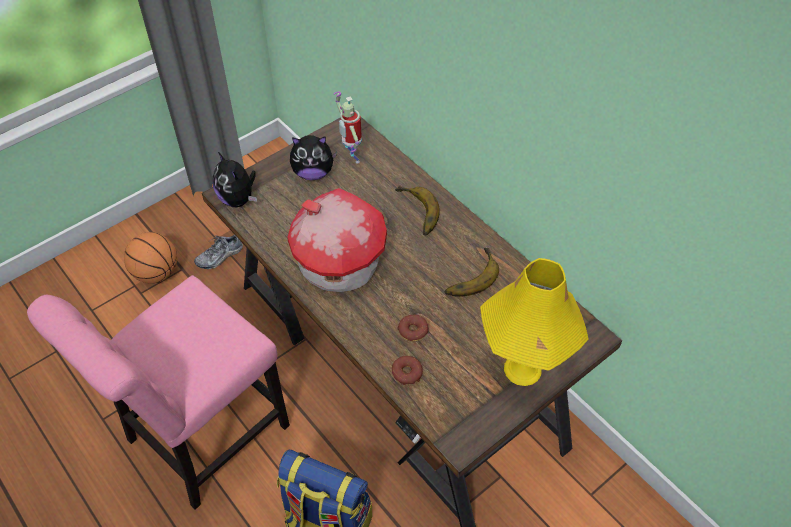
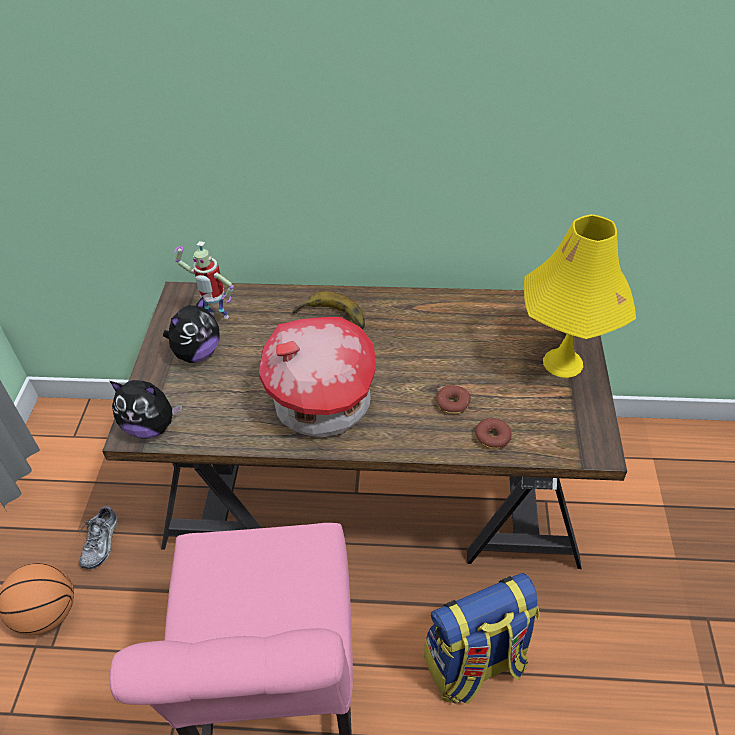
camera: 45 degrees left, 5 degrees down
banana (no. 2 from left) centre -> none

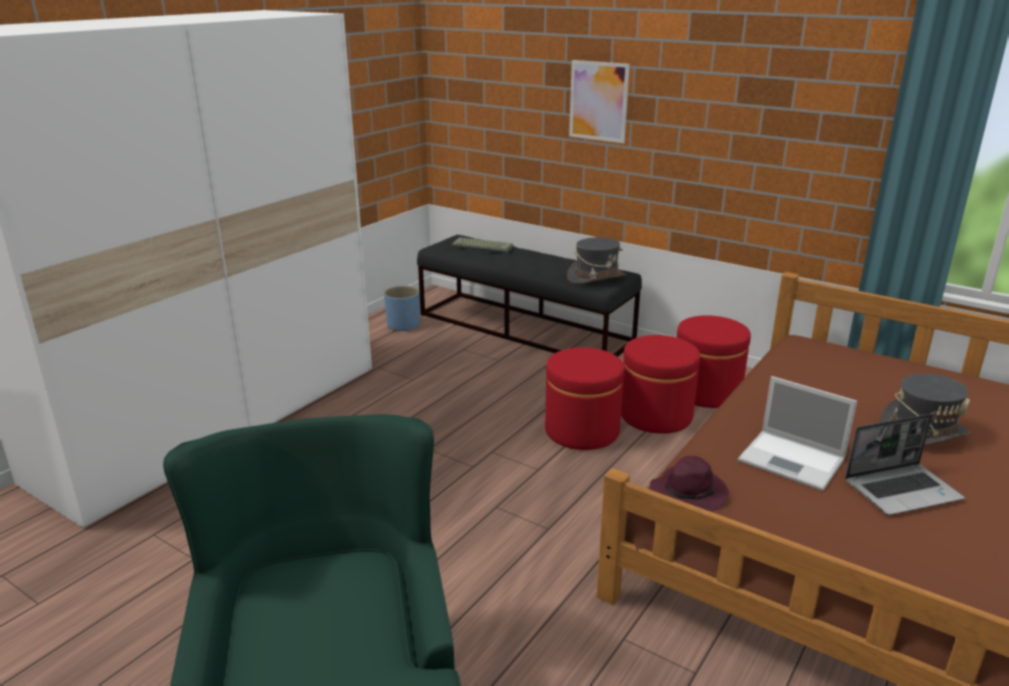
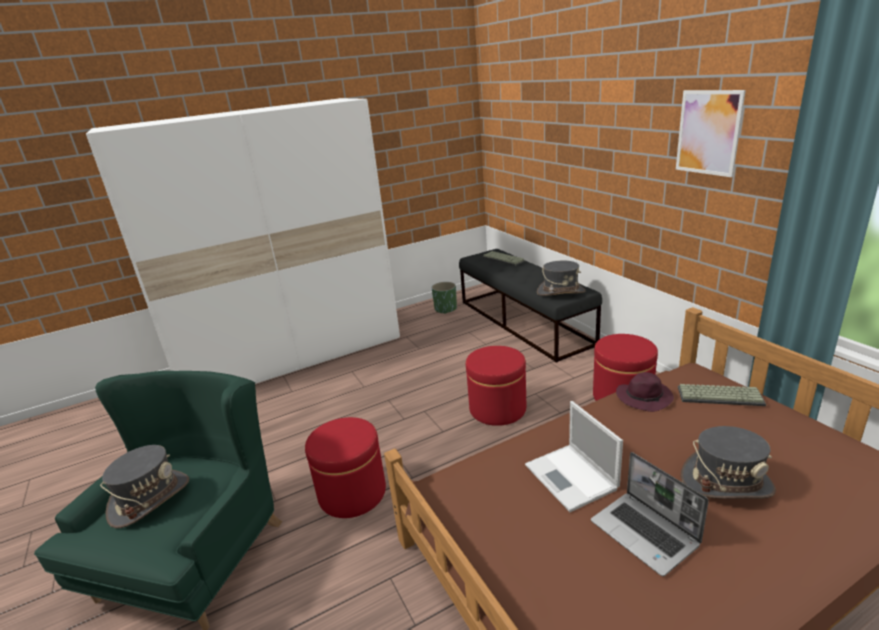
camera: 30 degrees right, 0 degrees up
none -> greyish hat (no. 1 from left) bottom left
red-coloured ottoman (no. 2 from left in the first image) centre -> red-coloured ottoman (no. 1 from left) bottom centre, relocated
blue-coloured flower pot centre -> green-coloured flower pot centre
laptop (no. 2 from left) bottom right, 45 degrees clockwise
purple-coloured hat bottom right -> purple-coloured hat middle right, relocated
picture top centre -> picture top right, relocated
none -> computer keyboard (no. 2 from left) middle right

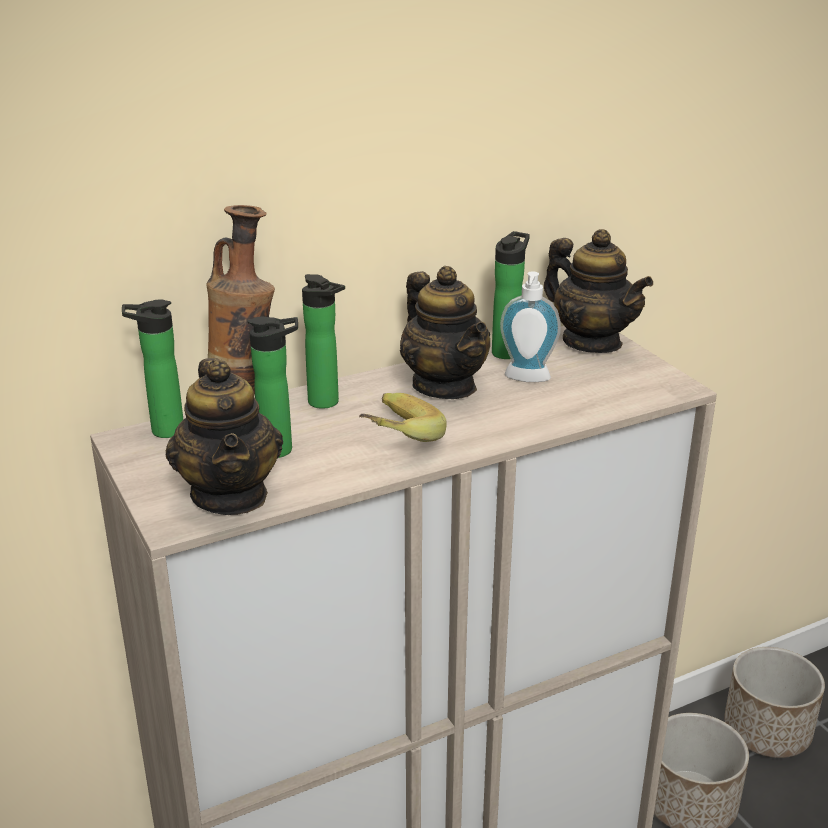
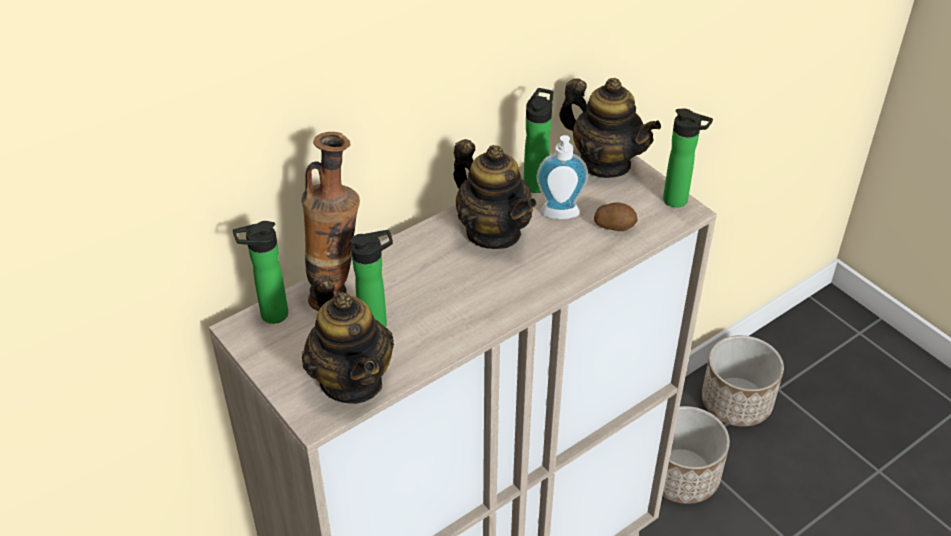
camera: 10 degrees left, 15 degrees up
none -> spud centre
drink bottle (no. 3 from left in the first image) centre -> drink bottle (no. 4 from left) top right, relocated
banana centre -> none

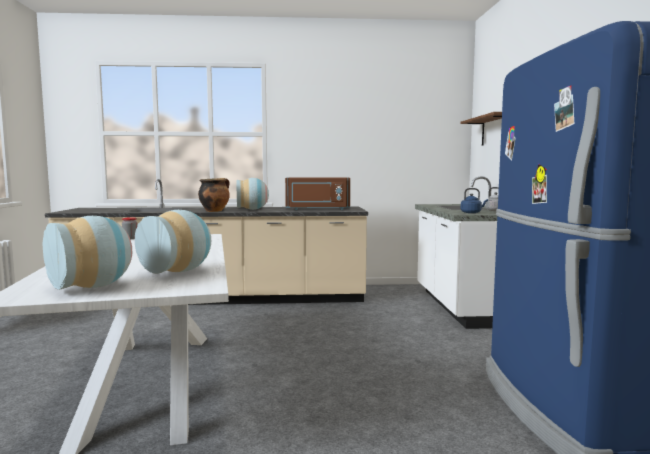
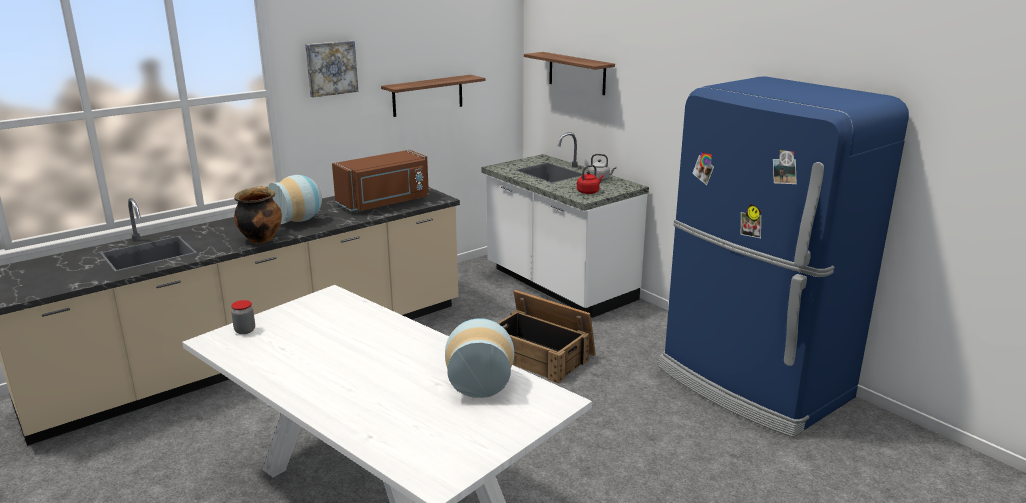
camera: 35 degrees left, 15 degrees up
none -> picture top left
none -> shelf (no. 1 from left) top centre
none -> packing crate bottom centre
blue-coloured tea kettle middle right -> red-coloured tea kettle centre
flower vase (no. 1 from left) middle left -> none

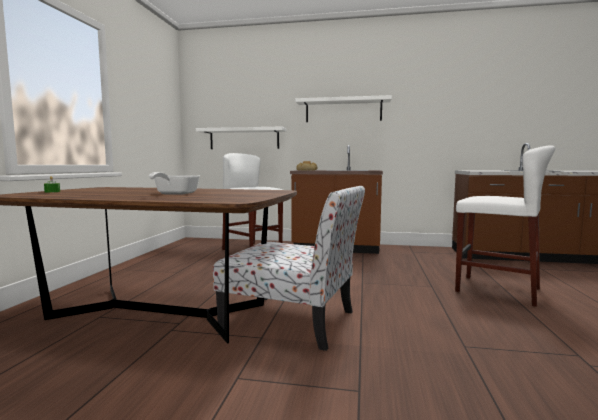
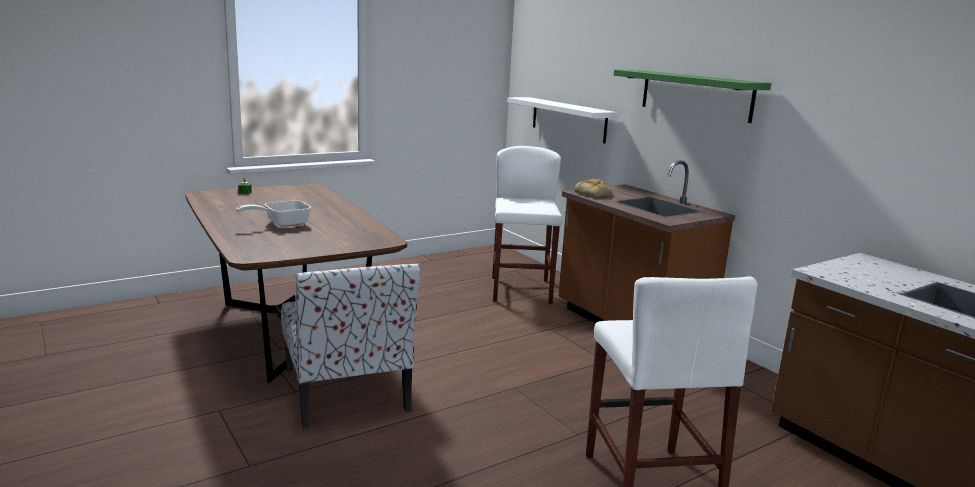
camera: 45 degrees right, 10 degrees up
white-coloured shelf (no. 2 from left) top centre -> green-coloured shelf top right

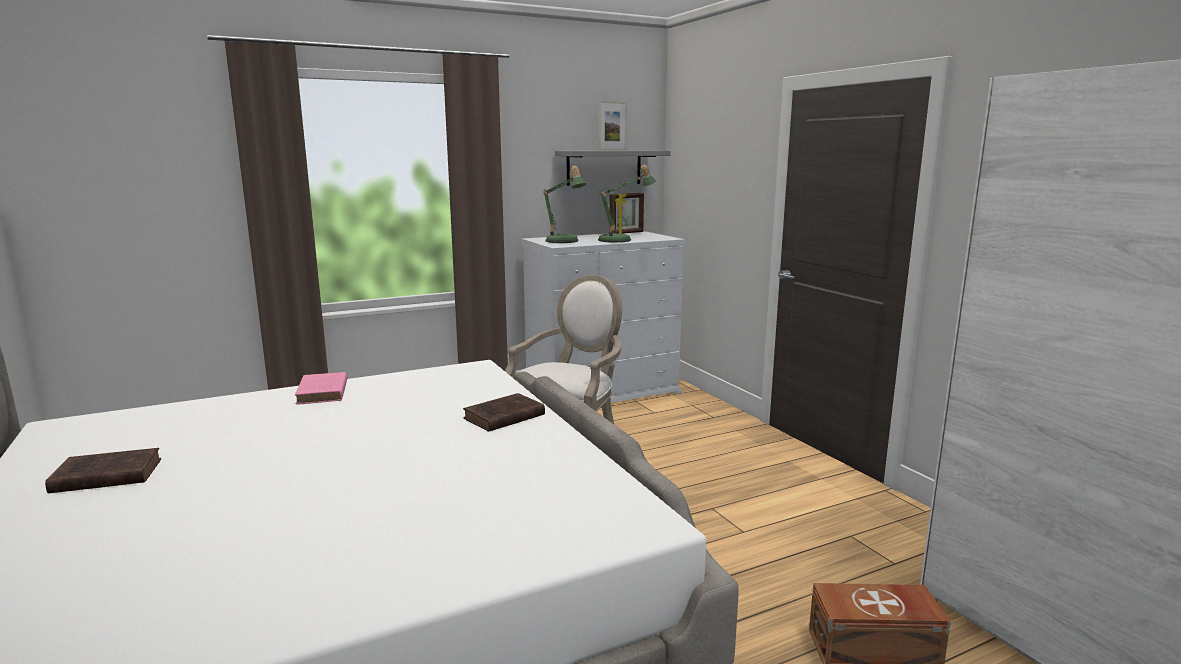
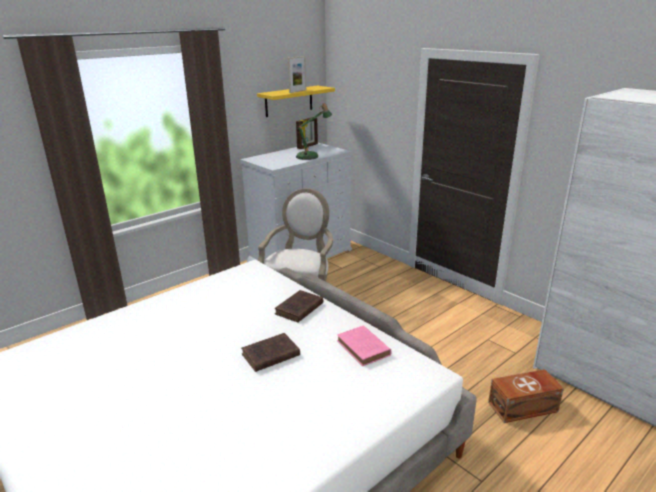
camera: 15 degrees left, 10 degrees up
brownish book (no. 1 from left) bottom left -> brownish book (no. 1 from left) bottom centre, relocated
greyish shelf top centre -> yellow-coloured shelf top centre
pink-coloured book middle left -> pink-coloured book bottom centre, relocated
lamp for a table (no. 1 from left) top centre -> none

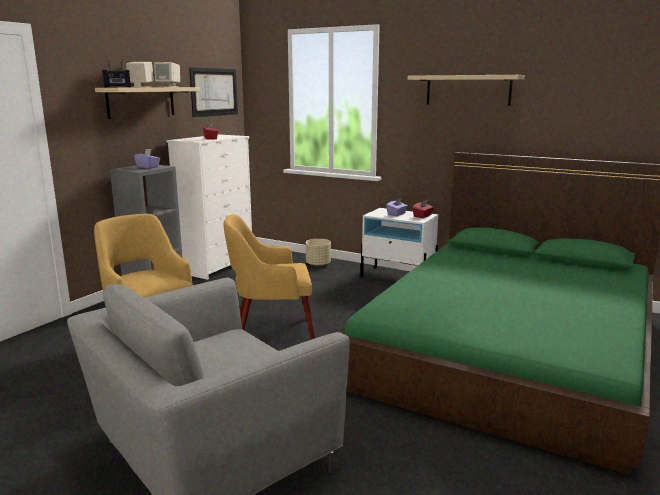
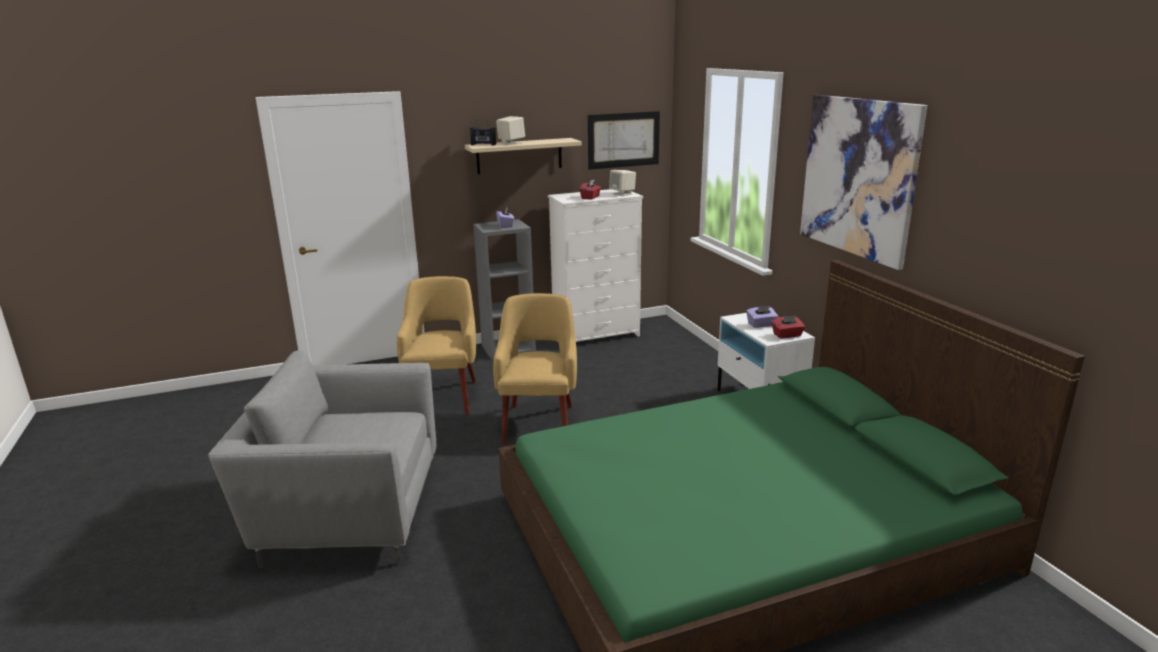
camera: 40 degrees right, 5 degrees up
yellow-coloured lounge chair (no. 2 from left) centre, 60 degrees clockwise
beige-coloured speaker (no. 2 from left) top left -> beige-coloured speaker (no. 2 from left) top centre, relocated
beige-coloured shelf (no. 2 from left) top right -> picture (no. 2 from left) top right
beige-coloured flower pot centre -> none

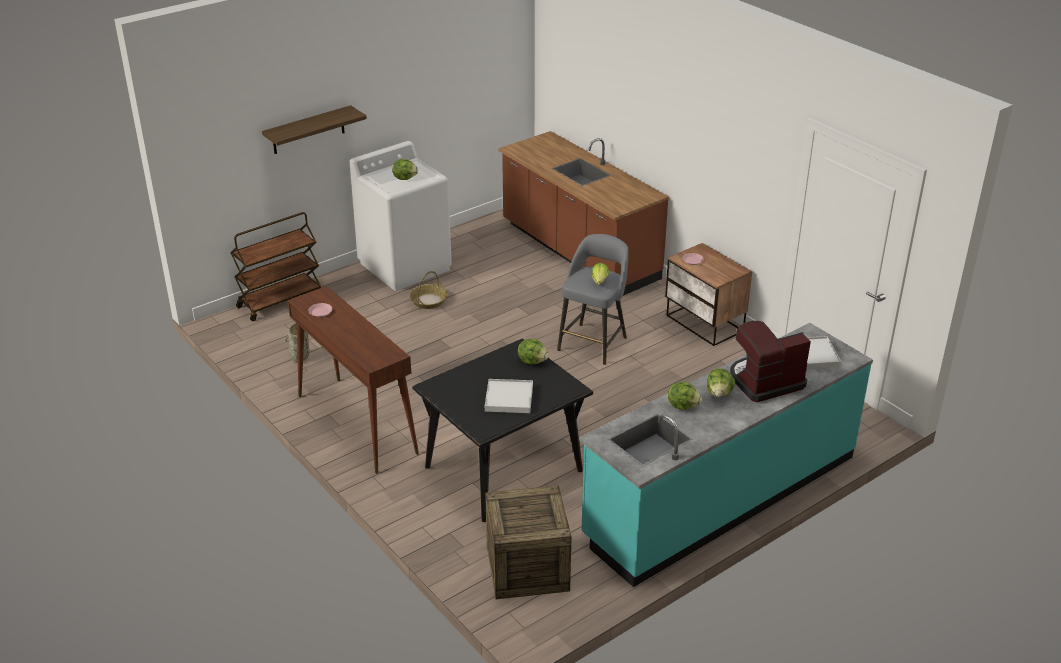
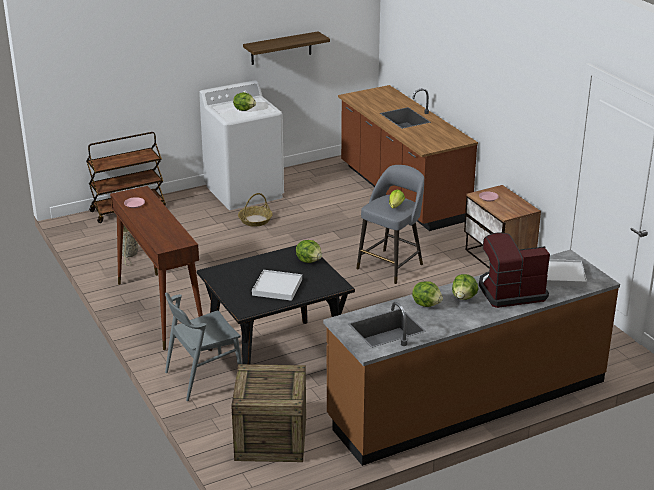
camera: 10 degrees right, 5 degrees down
none -> greyish chair bottom left
shelf top left -> shelf top centre, relocated
turquoise-coloured kitchen base unit bottom right -> brownish kitchen base unit (no. 2 from left) bottom right

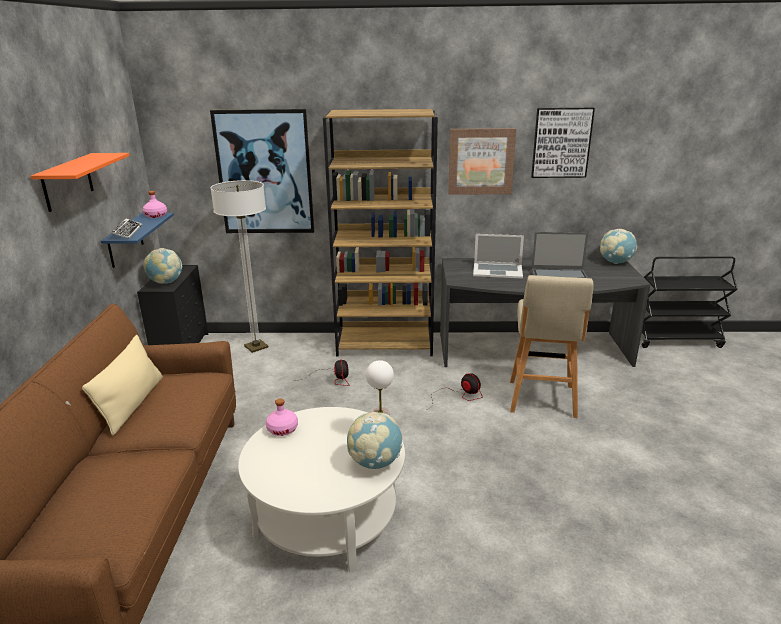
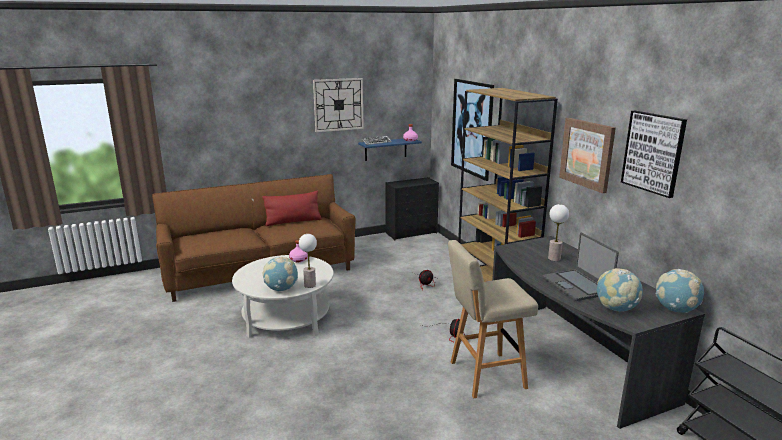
camera: 65 degrees right, 5 degrees down
beige-coloured throw pillow middle left -> red-coloured throw pillow centre
orangey shelf top left -> wall clock top centre
laptop (no. 1 from left) centre -> lamp for a table (no. 2 from left) middle right
world globe (no. 1 from left in the first image) middle left -> world globe (no. 2 from left) middle right, relocated
floor lamp middle left -> none

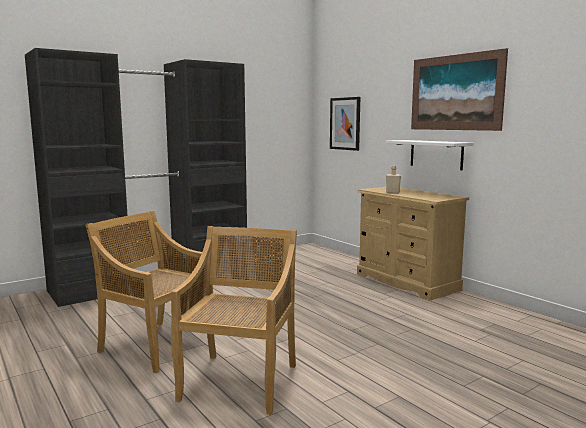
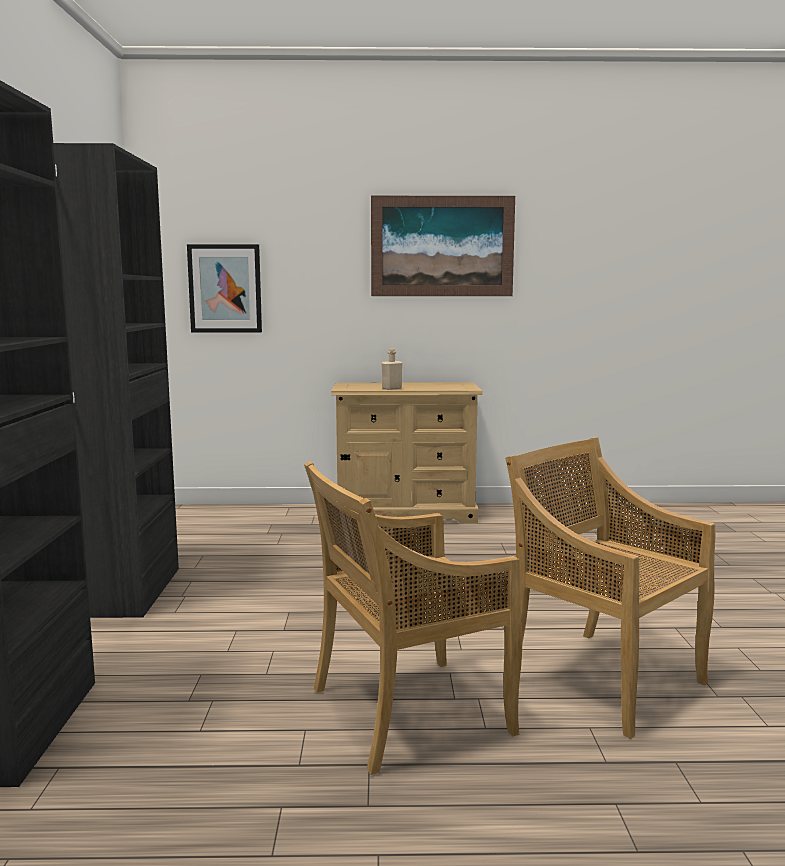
camera: 55 degrees left, 0 degrees up
white-coloured shelf middle right -> none

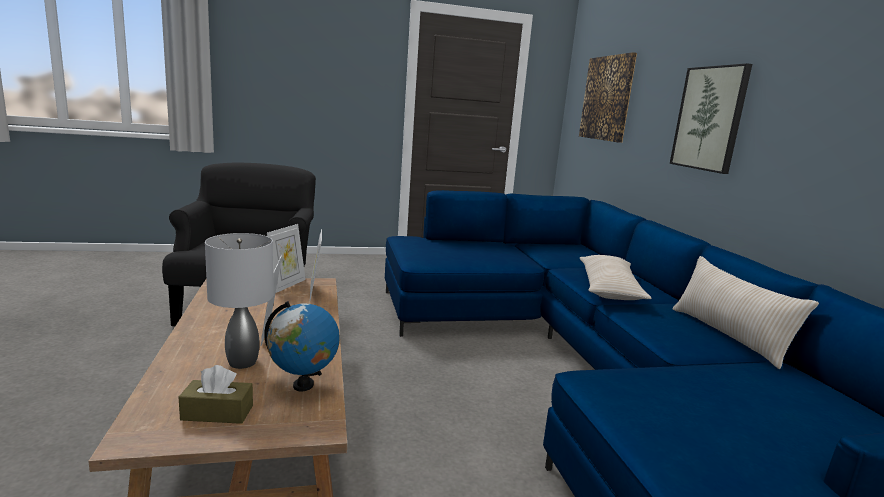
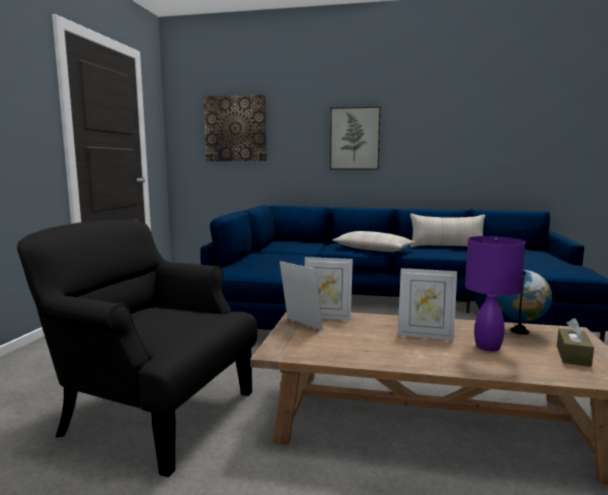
camera: 65 degrees left, 5 degrees down
greyish lamp for a table middle left -> purple-coloured lamp for a table middle right

